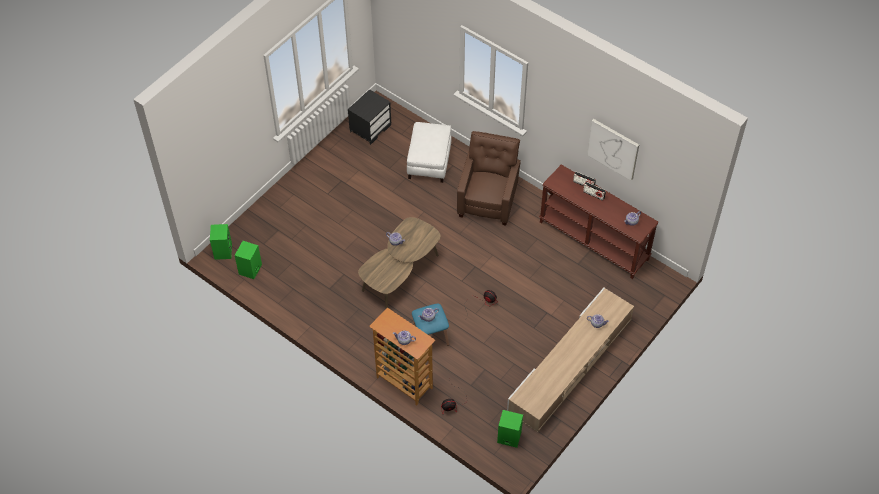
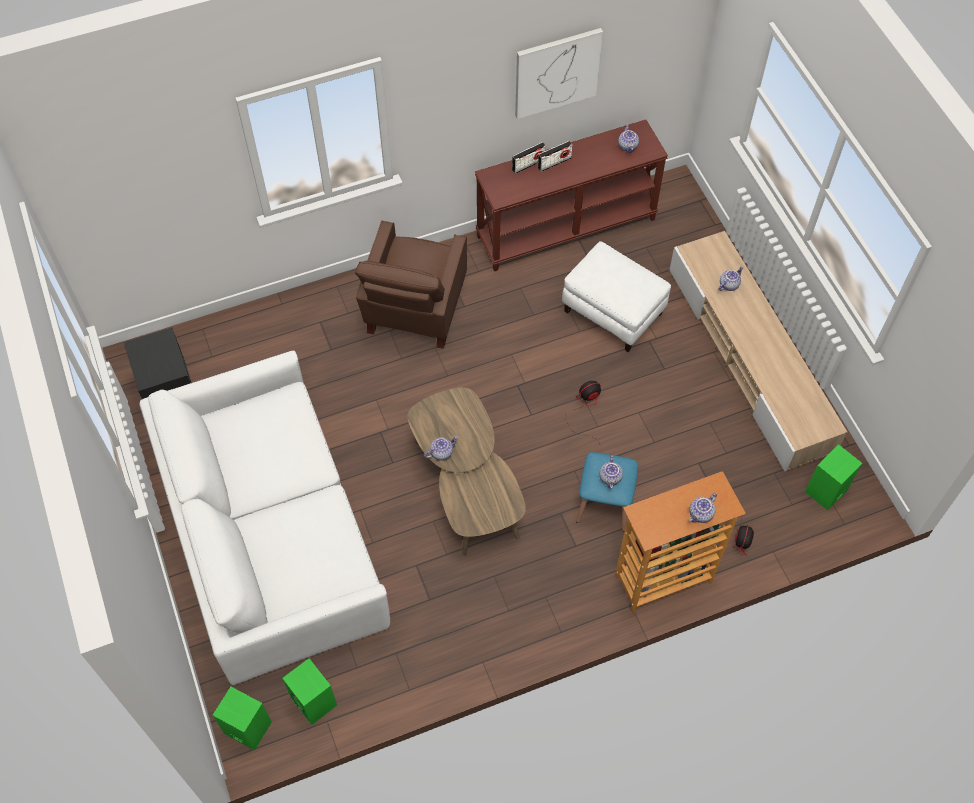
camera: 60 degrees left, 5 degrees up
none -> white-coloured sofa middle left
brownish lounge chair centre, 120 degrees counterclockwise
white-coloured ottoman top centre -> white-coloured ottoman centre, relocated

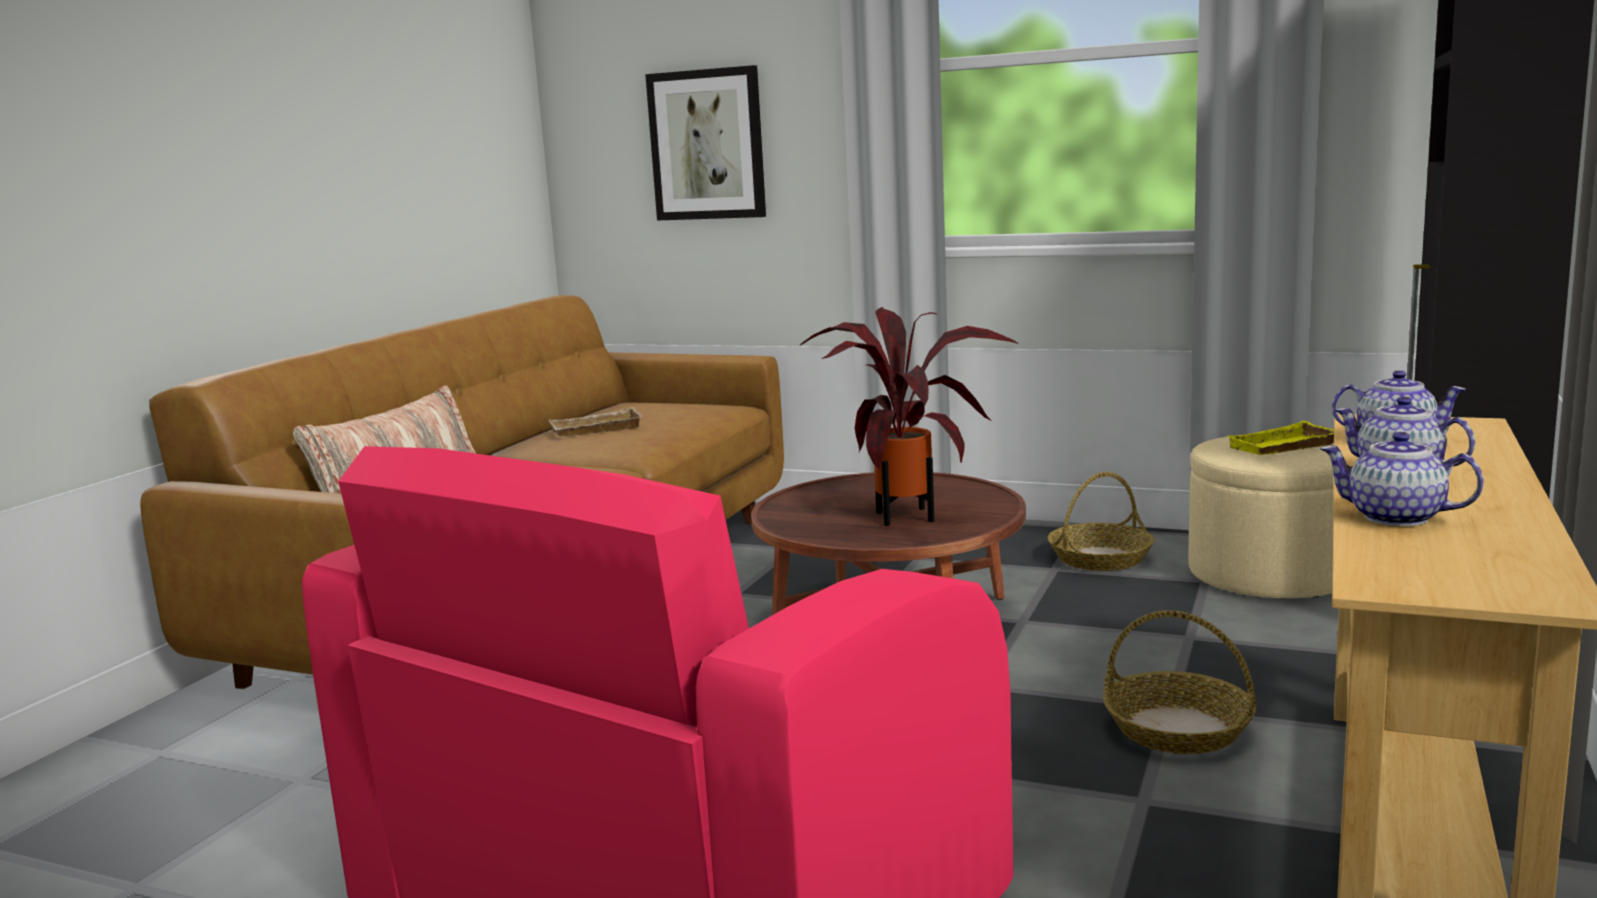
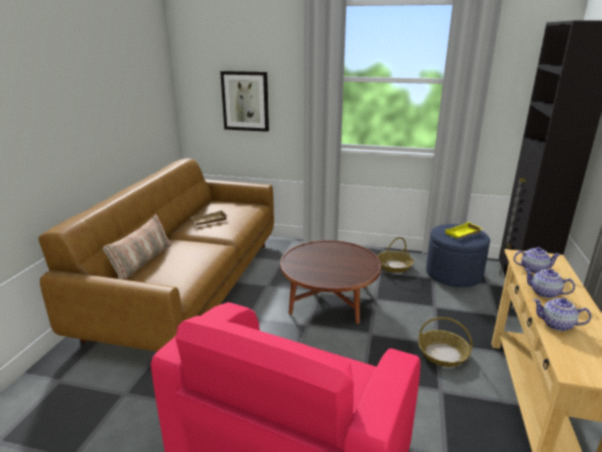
camera: 10 degrees left, 10 degrees up
beige-coloured ottoman middle right -> blue-coloured ottoman middle right
houseplant centre -> none

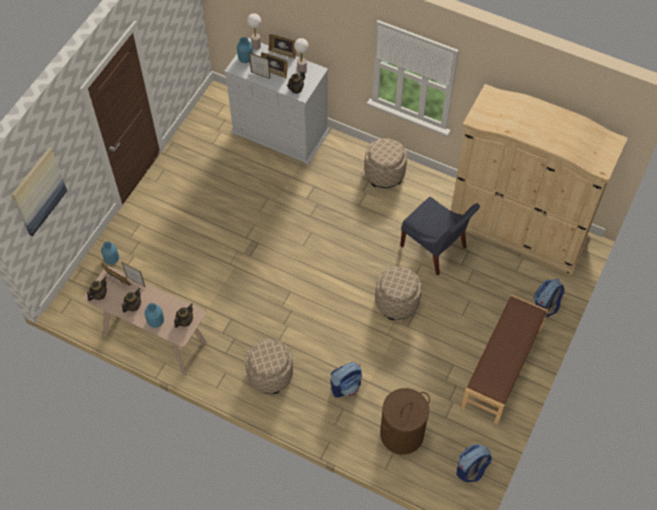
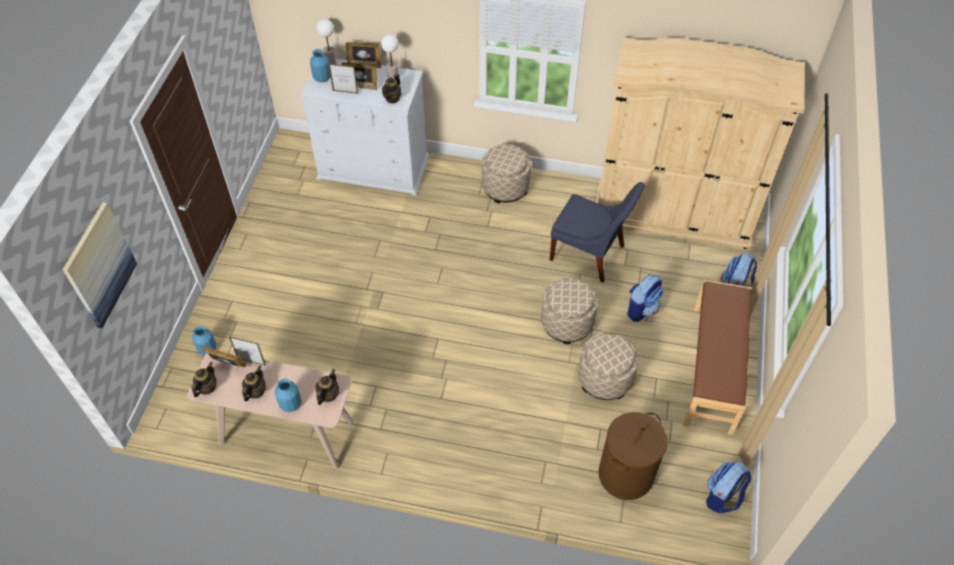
camera: 15 degrees left, 5 degrees down
beige-coloured ottoman (no. 1 from left in the first image) bottom centre -> beige-coloured ottoman (no. 3 from left) centre, relocated
backpack (no. 1 from left) bottom centre -> backpack (no. 1 from left) middle right, relocated

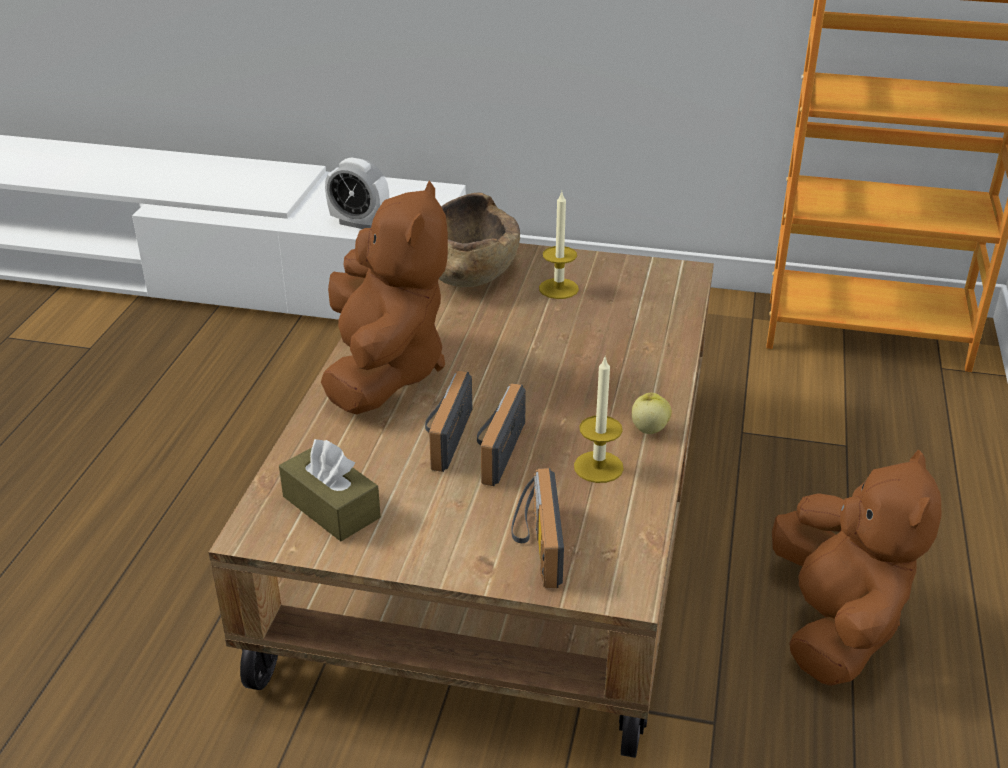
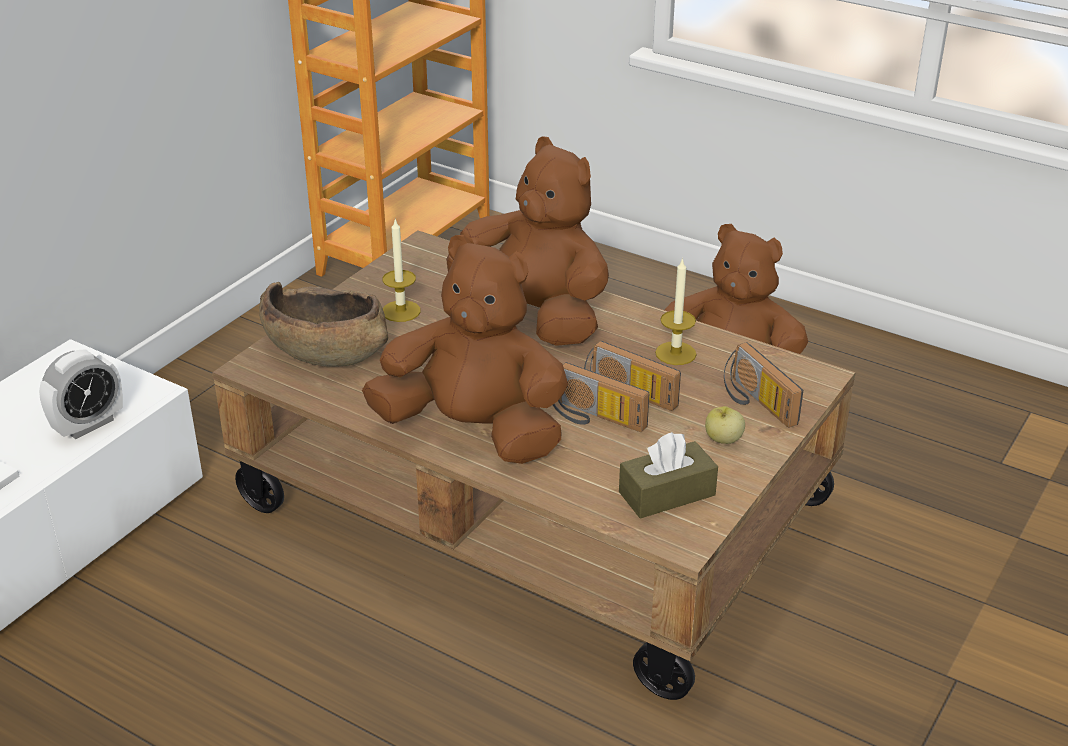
camera: 70 degrees left, 0 degrees up
none -> brownish plush toy (no. 2 from left) top centre
whole apple centre -> whole apple middle right, relocated
radio receiver (no. 3 from left) bottom centre -> radio receiver (no. 3 from left) middle right, 45 degrees clockwise

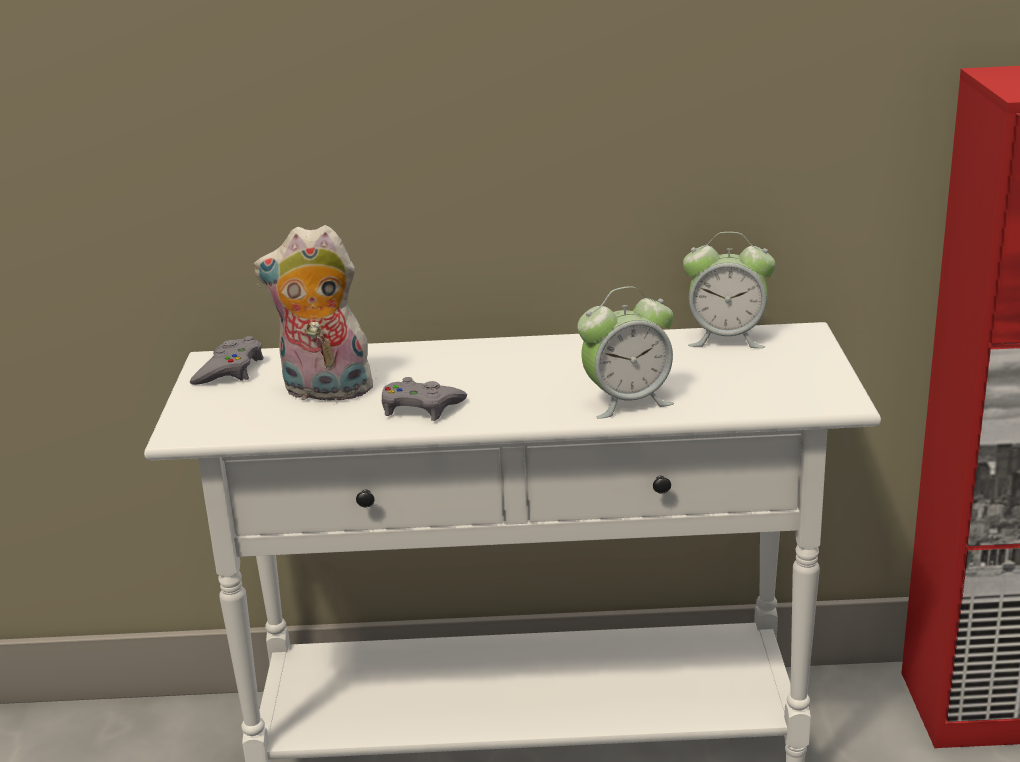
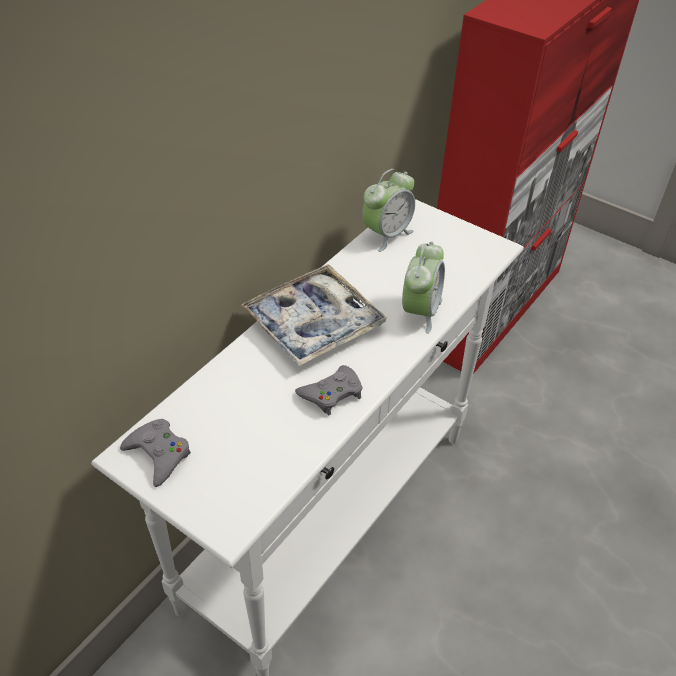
camera: 55 degrees left, 20 degrees up
none -> carrying tray centre
plush toy middle left -> none

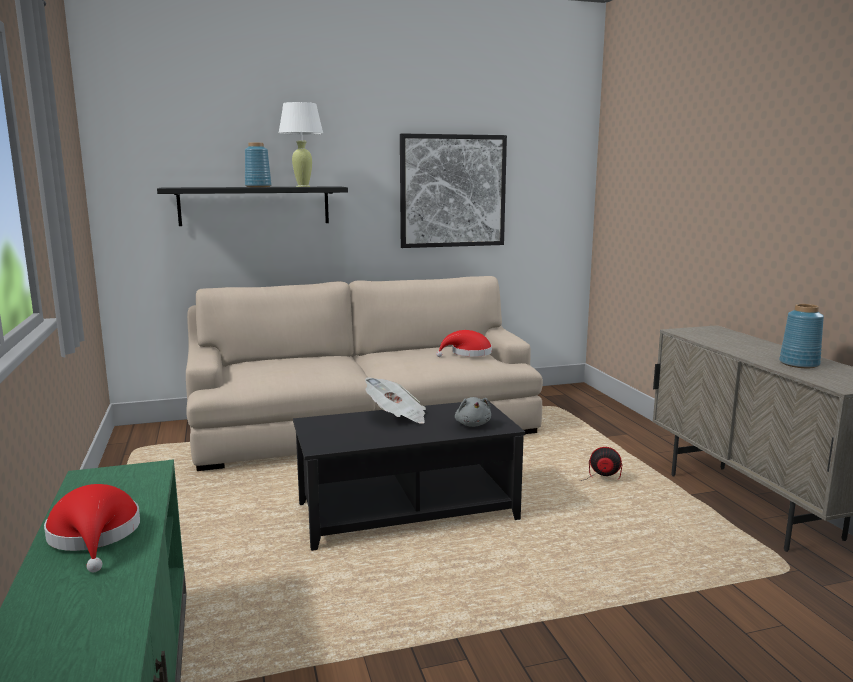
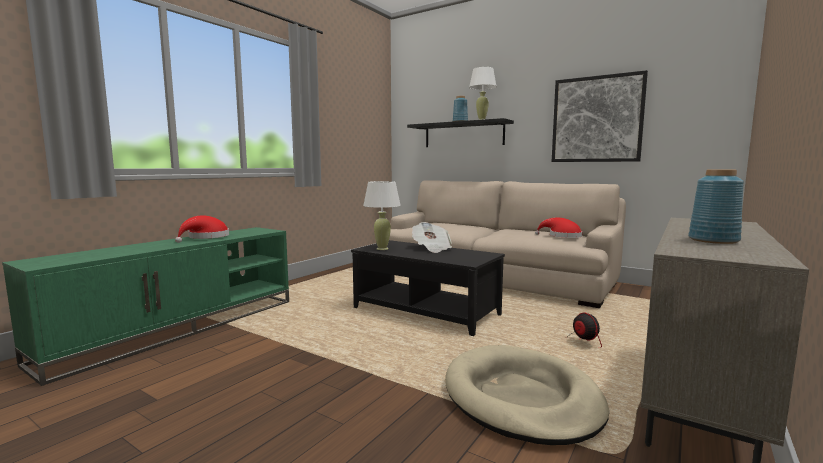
camera: 50 degrees right, 5 degrees down
none -> white-coloured lamp for a table (no. 1 from left) centre
none -> beige-coloured pet bed bottom centre
greyish plush toy centre -> none

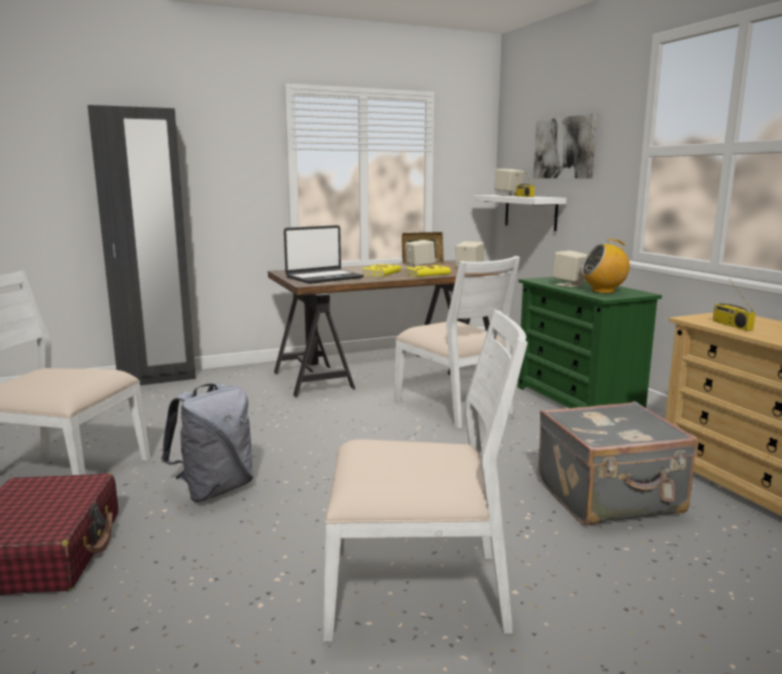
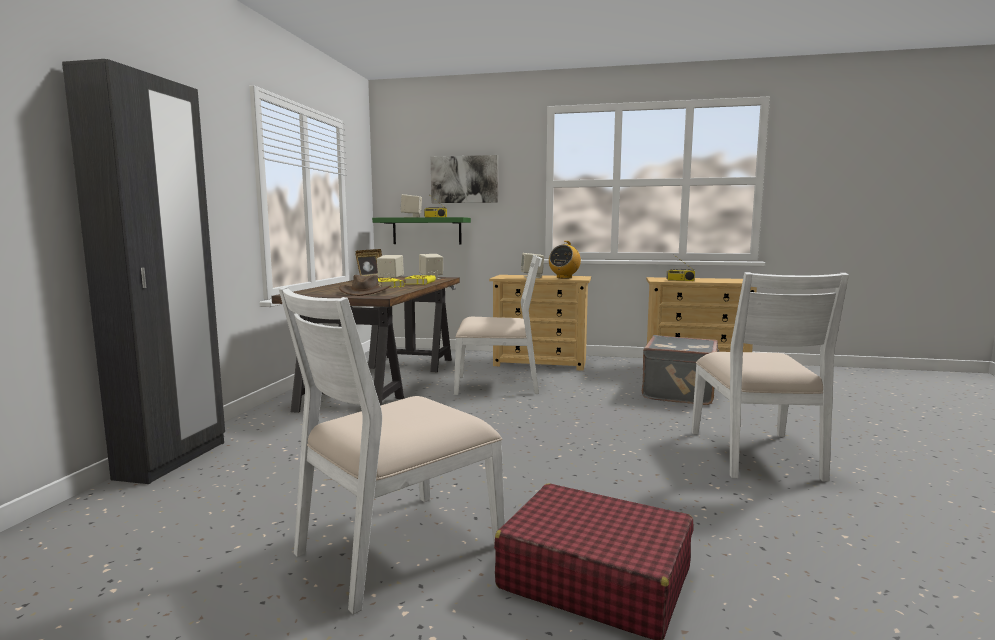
camera: 55 degrees left, 5 degrees down
laptop centre -> brownish hat centre
white-coloured shelf top centre -> green-coloured shelf centre
green-coloured dresser middle right -> beige-coloured dresser (no. 1 from left) centre
white-coloured chair (no. 2 from left in the first image) bottom centre -> white-coloured chair (no. 3 from left) middle right, 150 degrees clockwise
greyish backpack middle left -> none

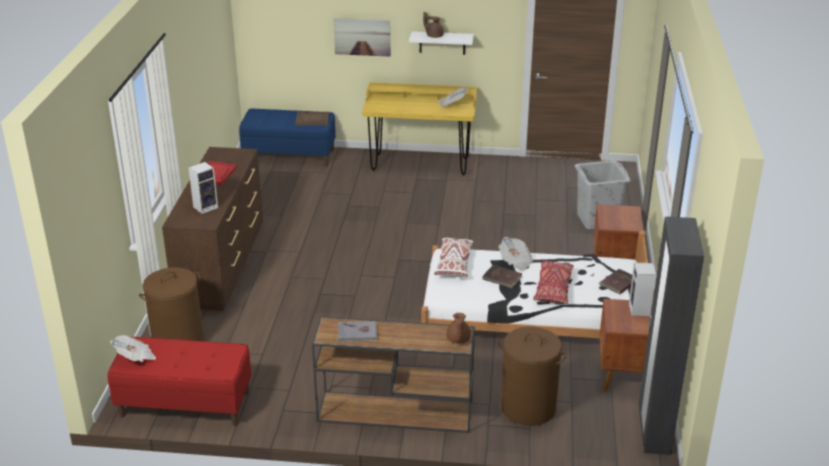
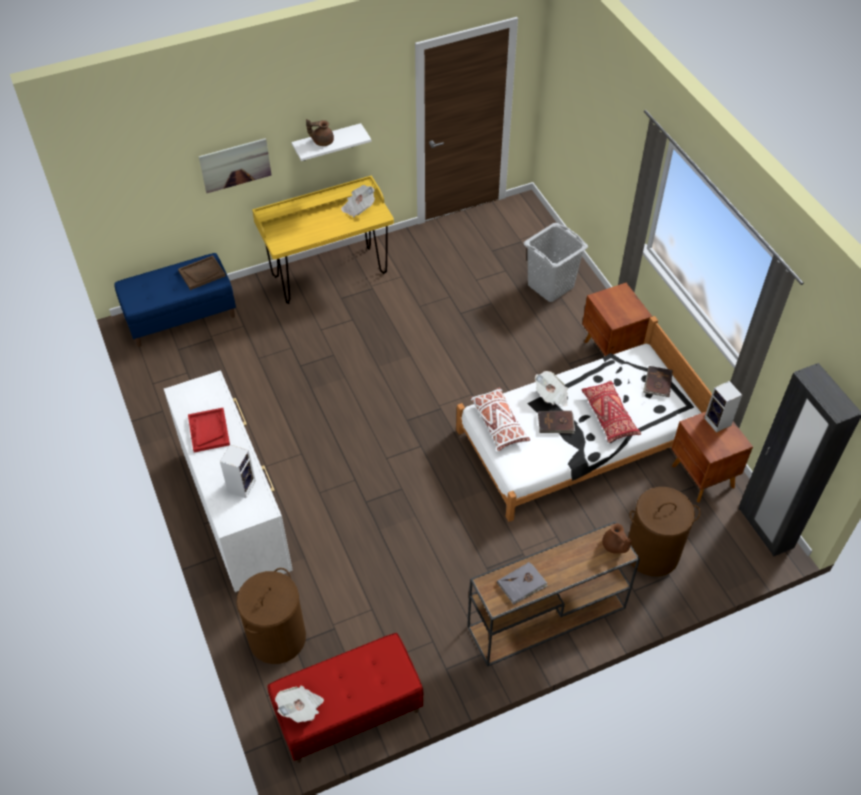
camera: 30 degrees left, 20 degrees up
brownish dresser middle left -> white-coloured dresser middle left

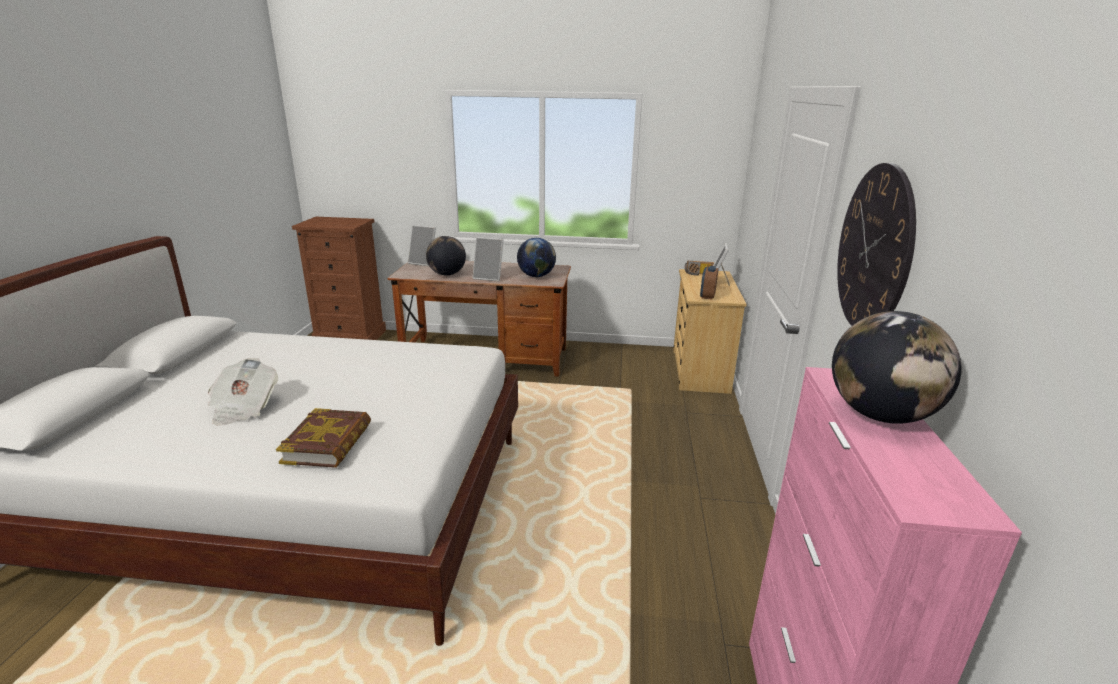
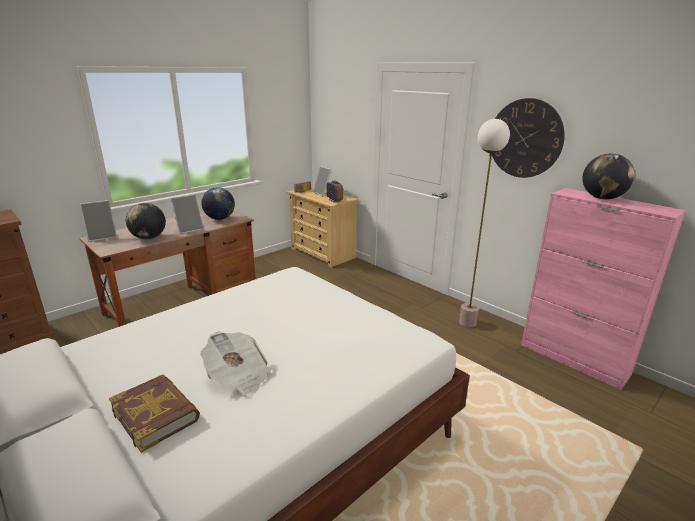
camera: 50 degrees left, 0 degrees up
book middle left -> book bottom left, relocated
none -> floor lamp middle right

